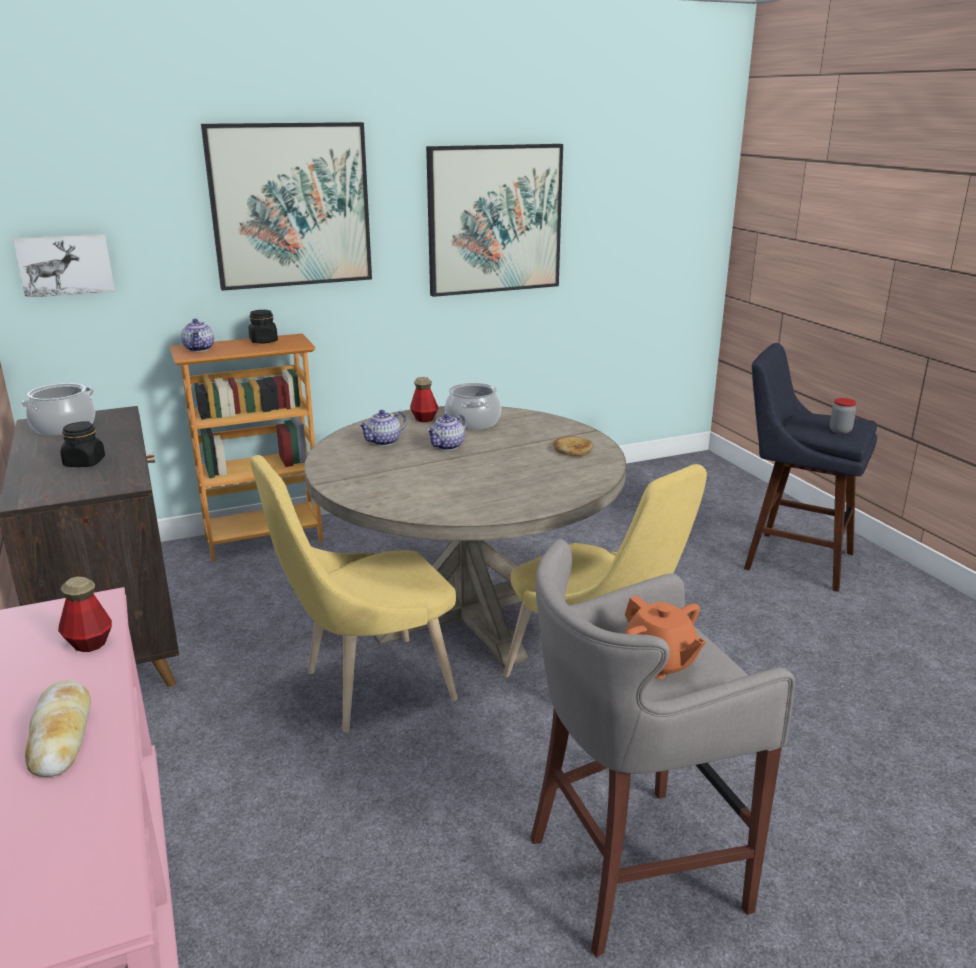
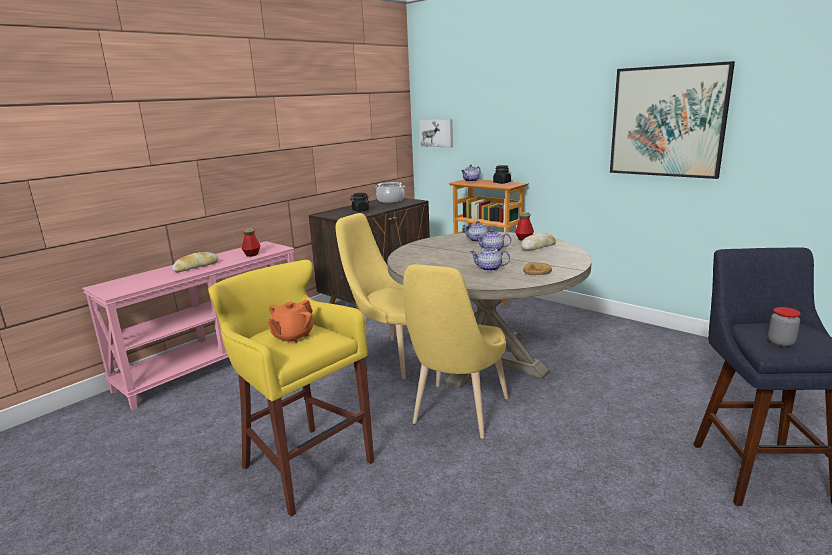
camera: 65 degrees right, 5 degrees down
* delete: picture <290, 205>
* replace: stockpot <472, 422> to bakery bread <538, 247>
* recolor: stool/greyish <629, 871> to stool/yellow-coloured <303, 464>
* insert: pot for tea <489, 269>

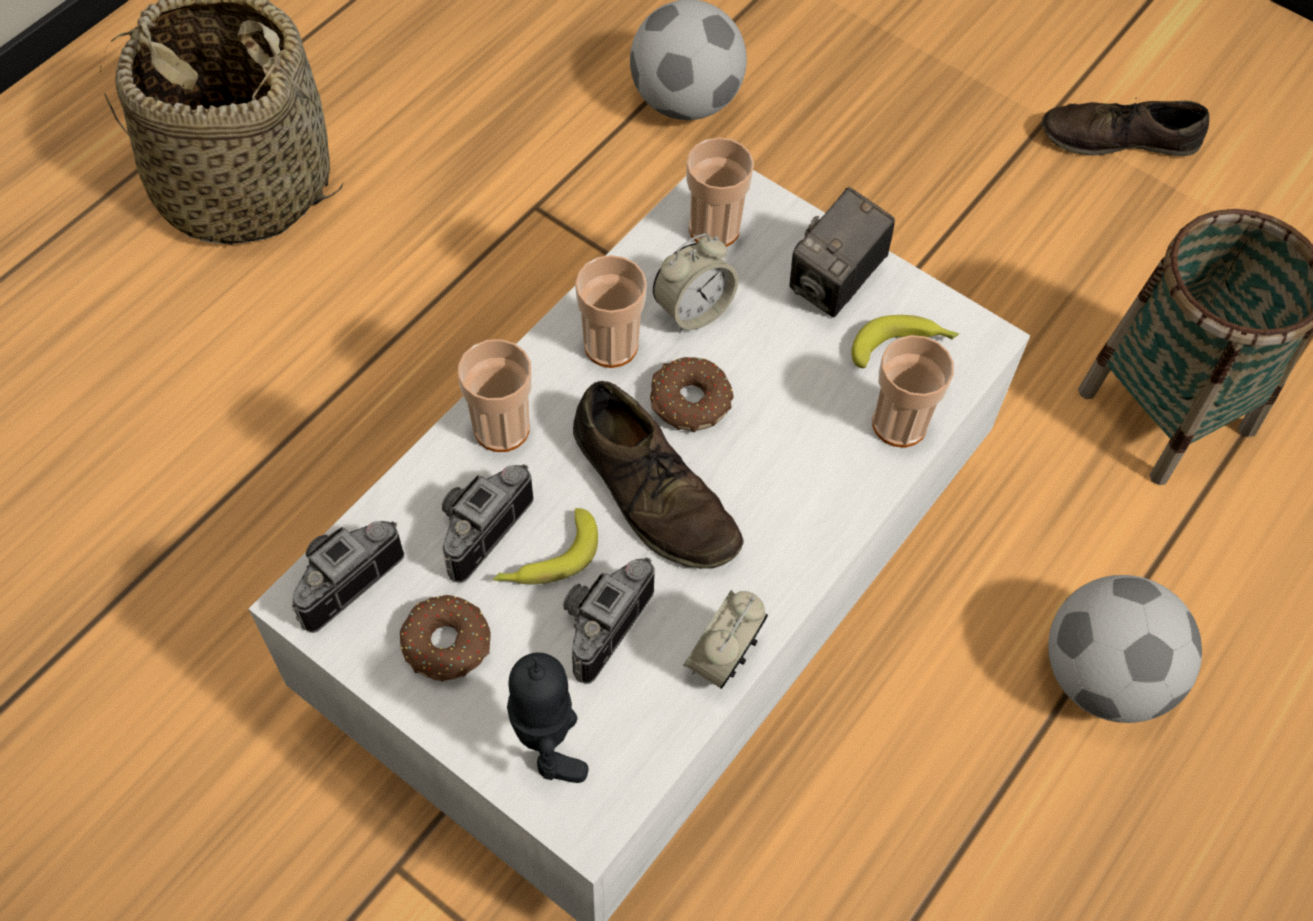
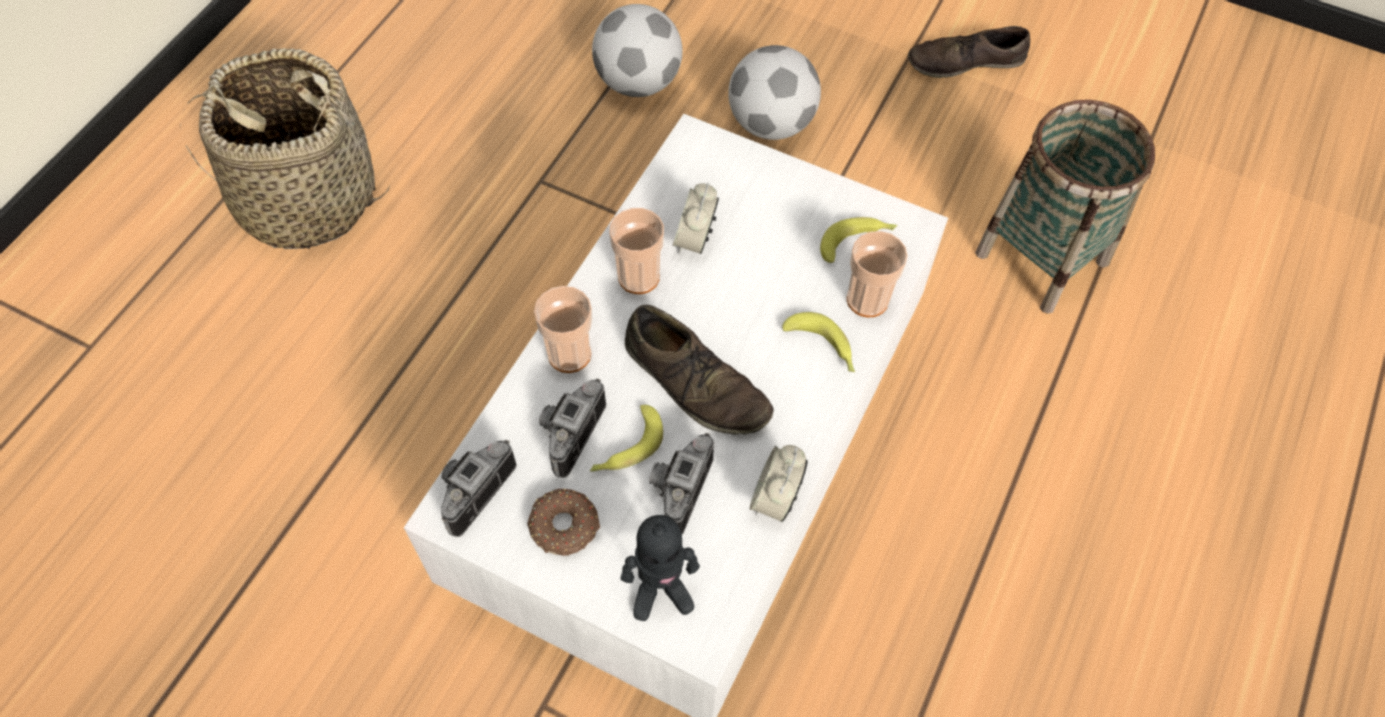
camera: 10 degrees left, 0 degrees up
* delete: drinking cup <714, 228>
* delete: photo camera <835, 283>
* rotate: table clock <693, 310> = <695, 240> 150 degrees clockwise
* delete: donut <688, 402>
* move: football <1103, 676> to <771, 124>
* rotate: model robot <549, 751> = <661, 593> 105 degrees clockwise
* insert: banana fruit <823, 348>

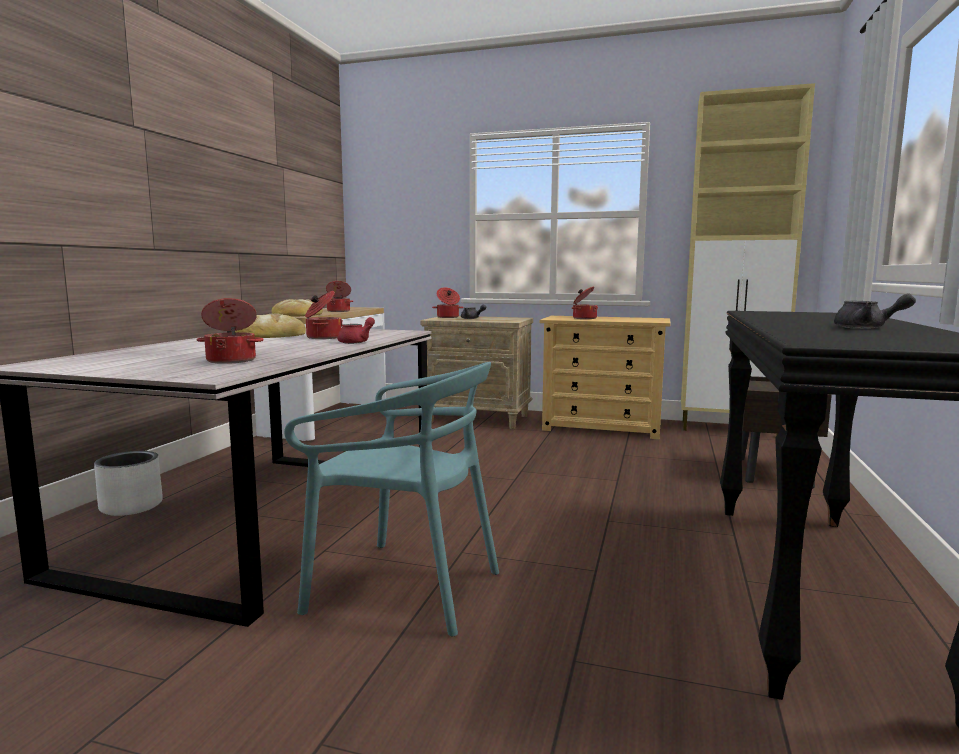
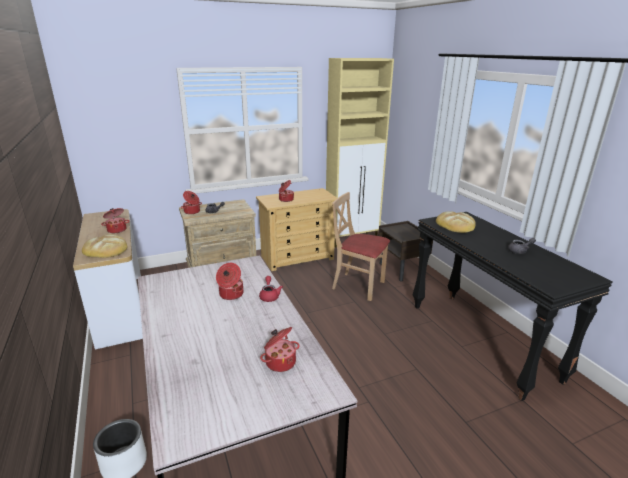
camera: 40 degrees left, 15 degrees up
* move: bakery bread <271, 335> to <455, 225>
* delete: chair/blue-green <405, 588>
* insert: chair/sand-coloured <358, 285>

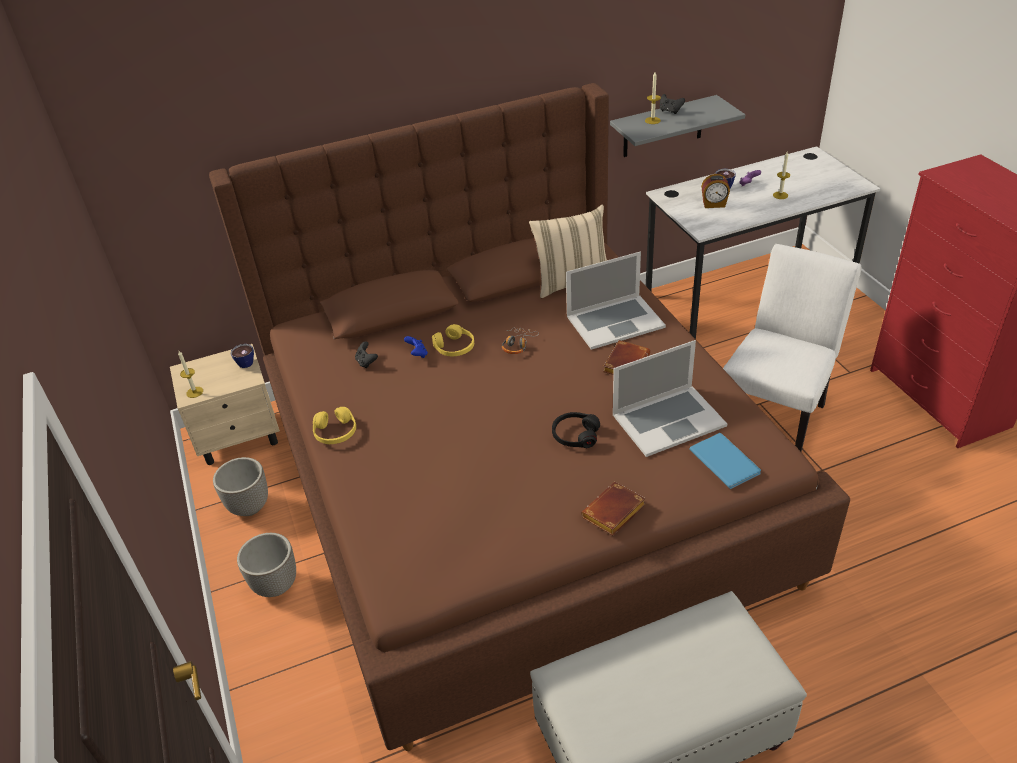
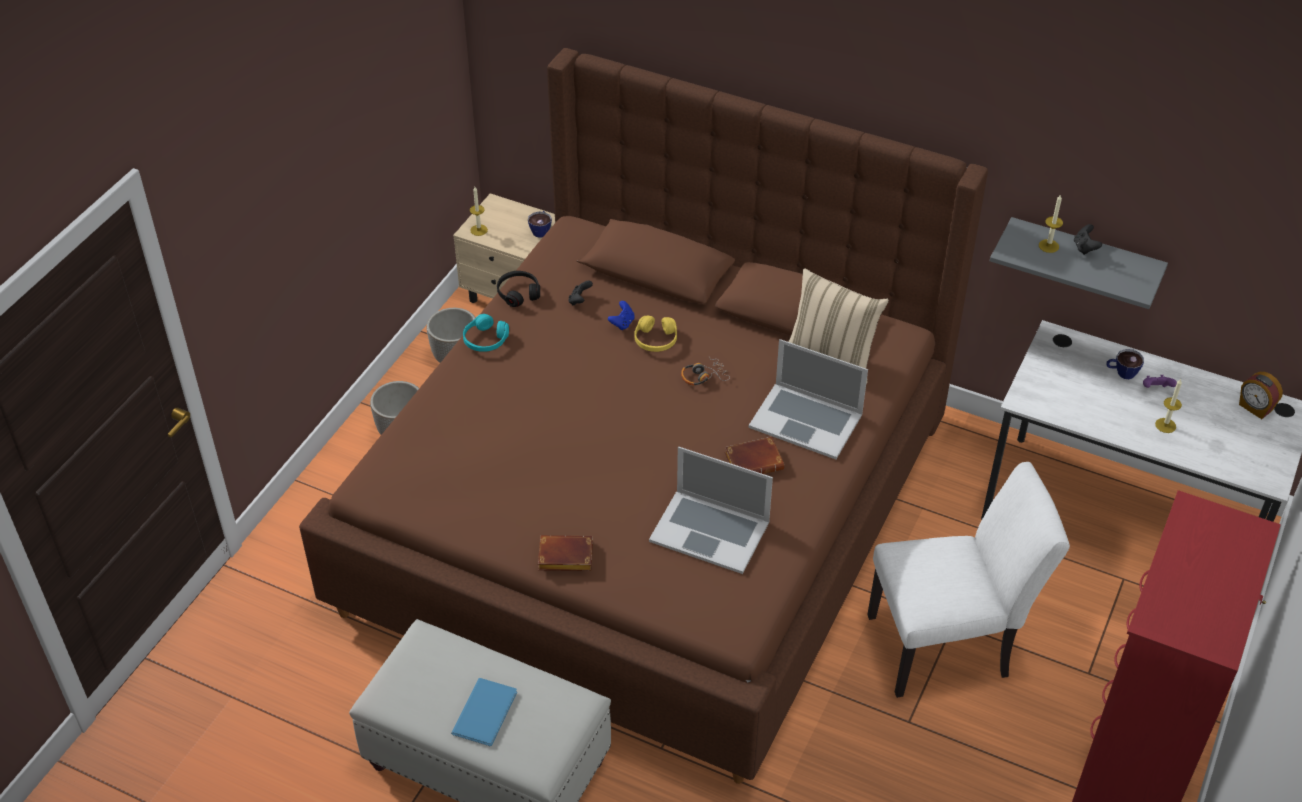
camera: 45 degrees right, 5 degrees up
* move: table clock <714, 204> to <1255, 408>
* recolor: pair of headphones/yellow-coloured <335, 432> to pair of headphones/blue-green <485, 340>
* move: pair of headphones/blackish <575, 435> to <518, 293>
* move: bound book/blue-coloured <725, 460> to <487, 712>

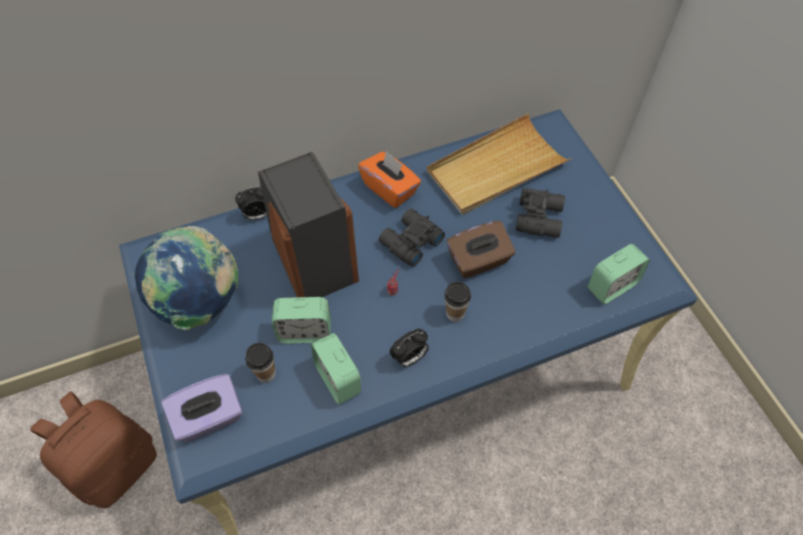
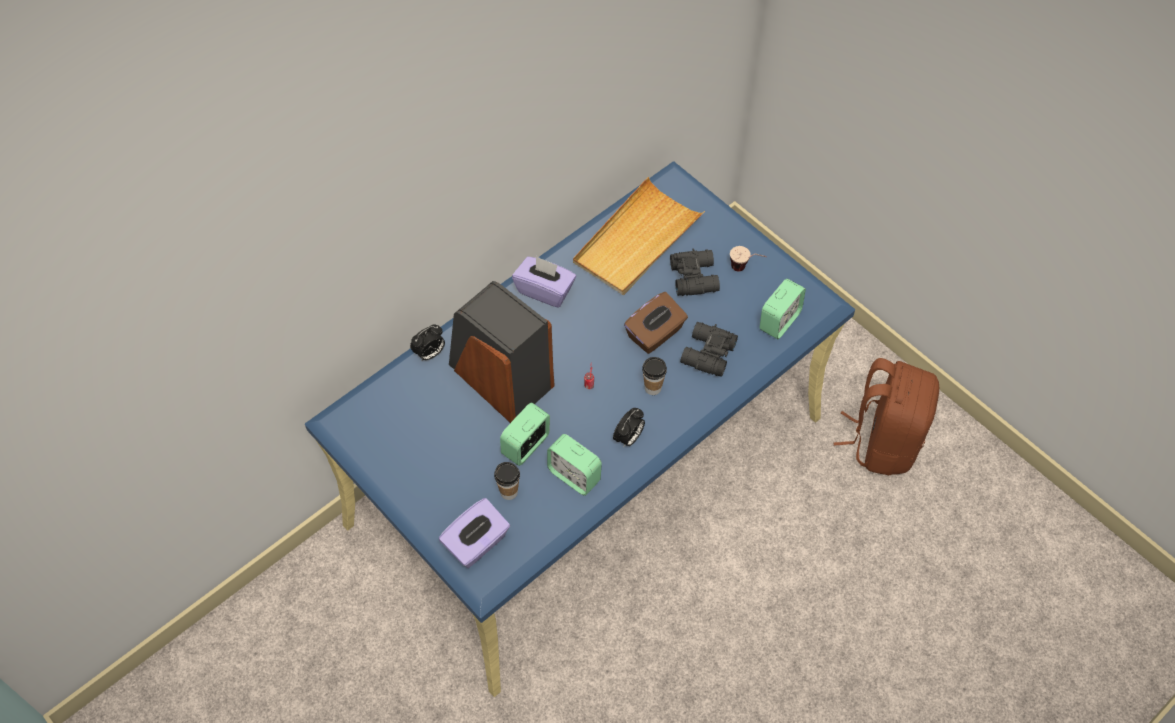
camera: 20 degrees left, 0 degrees up
* recolor: box of tissues/orange <390, 189> to box of tissues/purple-coloured <545, 290>
* move: pair of binoculars/blackish <409, 242> to <706, 354>
* delete: desk globe <200, 303>
* rotate: table clock <305, 332> = <526, 445> 150 degrees clockwise
* move: backpack/brown-coloured <116, 465> to <882, 441>
* insert: drinking cup <745, 269>

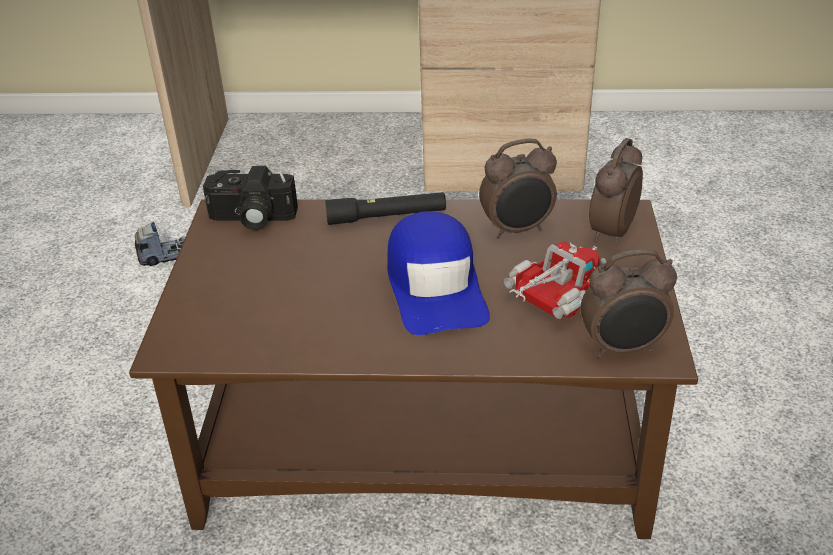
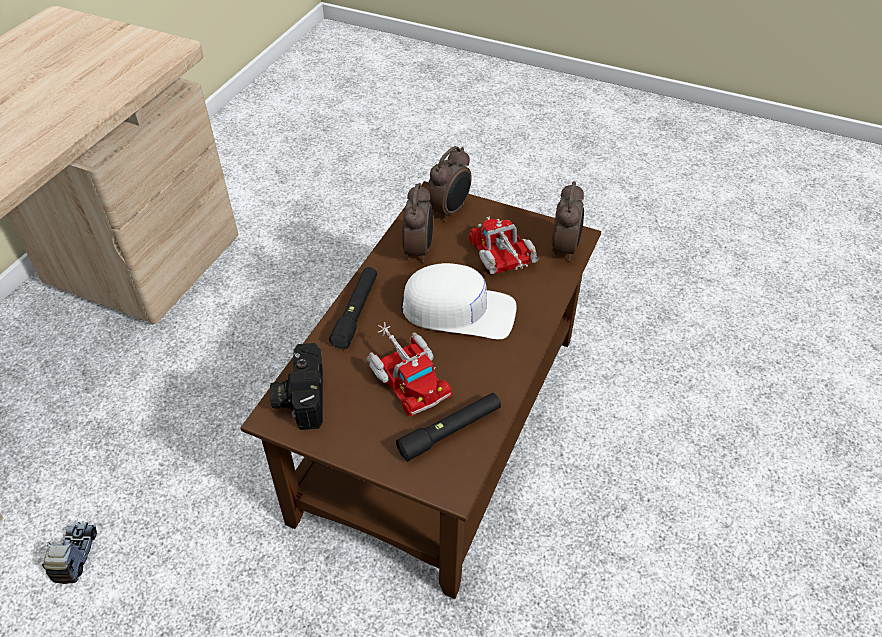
camera: 70 degrees left, 10 degrees up
* rotate: table clock <610, 232> = <449, 211> 105 degrees counterclockwise
* rotate: photo camera <251, 219> = <300, 396> 150 degrees clockwise
* recolor: baseball cap/blue-coloured <435, 286> to baseball cap/white-coloured <458, 311>
* insert: toy lorry <406, 376>
* insert: hand torch/blackish <450, 431>

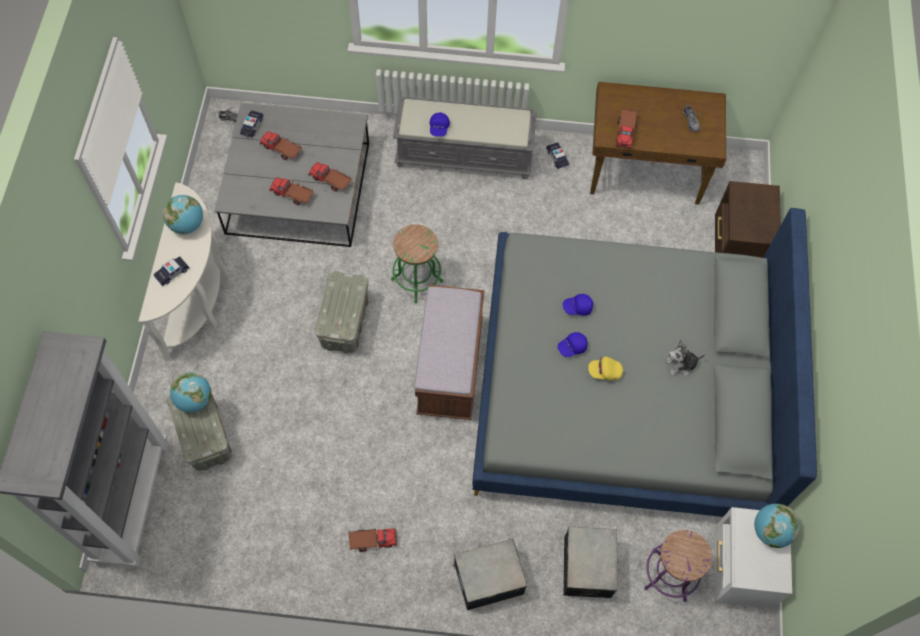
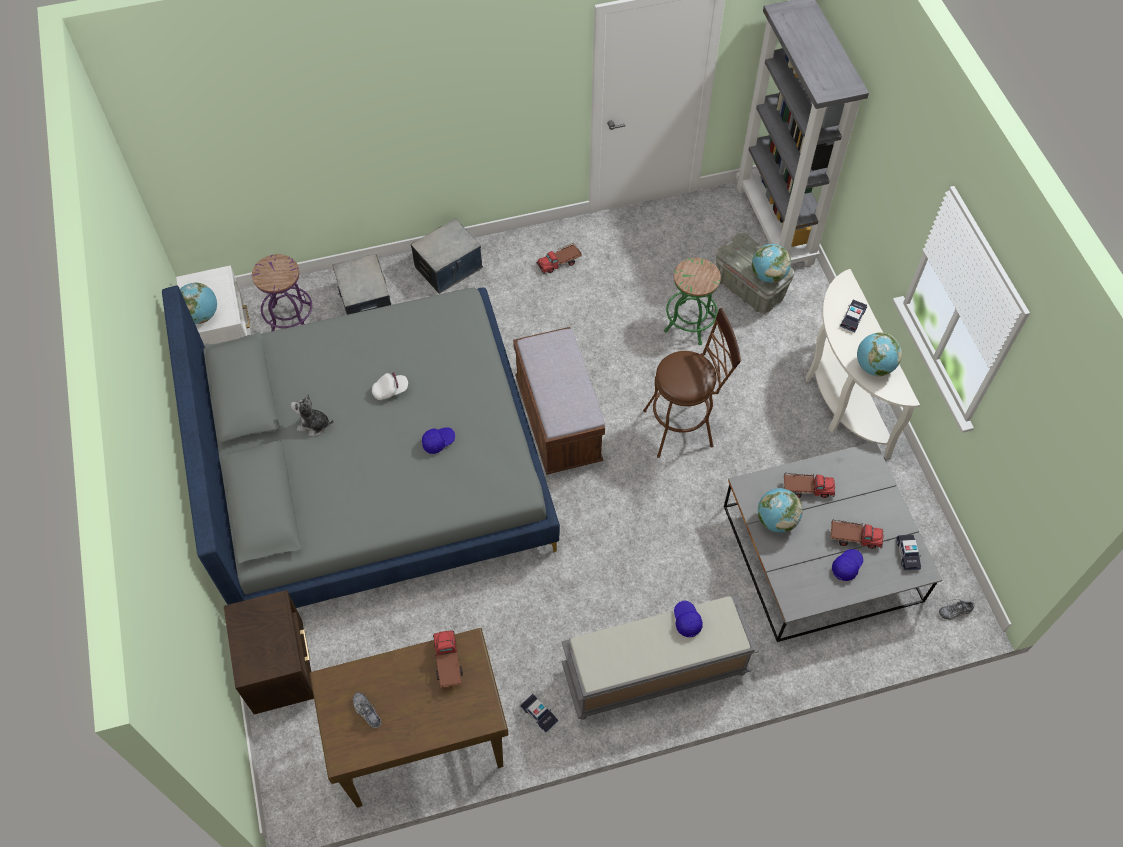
camera: 160 degrees right, 5 degrees down
* replace: toy lorry <331, 181> to desk globe <776, 520>
* move: stool/green-coloured <417, 280> to <689, 324>
* replace: storage container/greyish <344, 323> to stool/brown-coloured <684, 426>
* move: baseball cap/blue-coloured <572, 347> to <846, 566>
* rotate: cuddly toy <681, 365> = <314, 425> 135 degrees counterclockwise
* recolor: baseball cap/yellow-coloured <604, 372> to baseball cap/white-coloured <390, 390>

